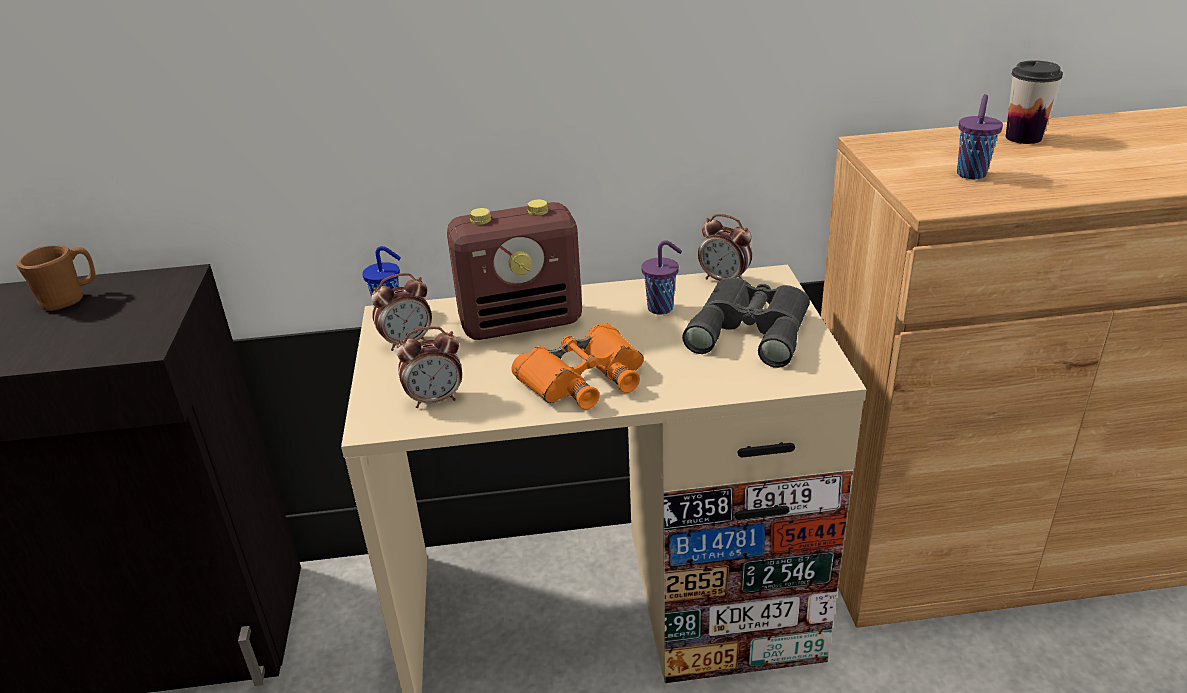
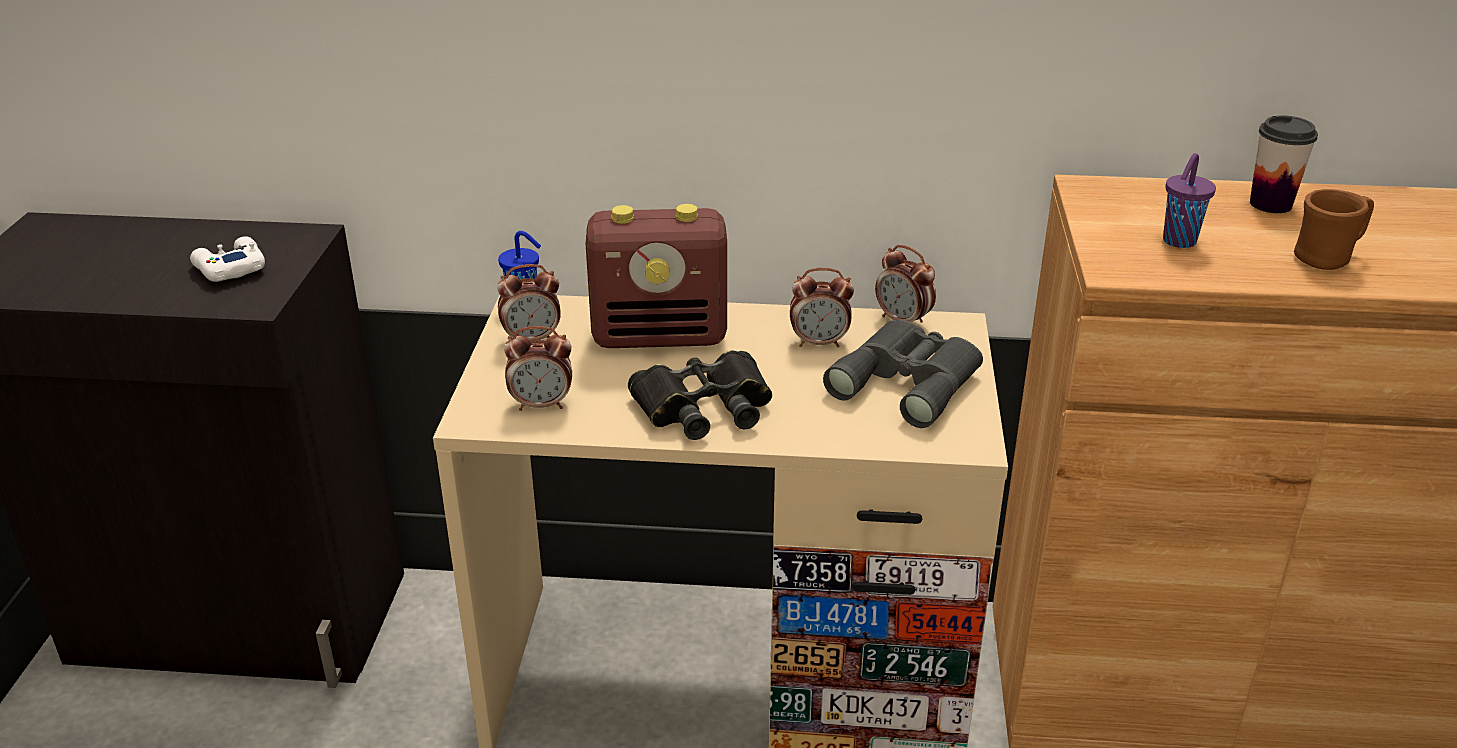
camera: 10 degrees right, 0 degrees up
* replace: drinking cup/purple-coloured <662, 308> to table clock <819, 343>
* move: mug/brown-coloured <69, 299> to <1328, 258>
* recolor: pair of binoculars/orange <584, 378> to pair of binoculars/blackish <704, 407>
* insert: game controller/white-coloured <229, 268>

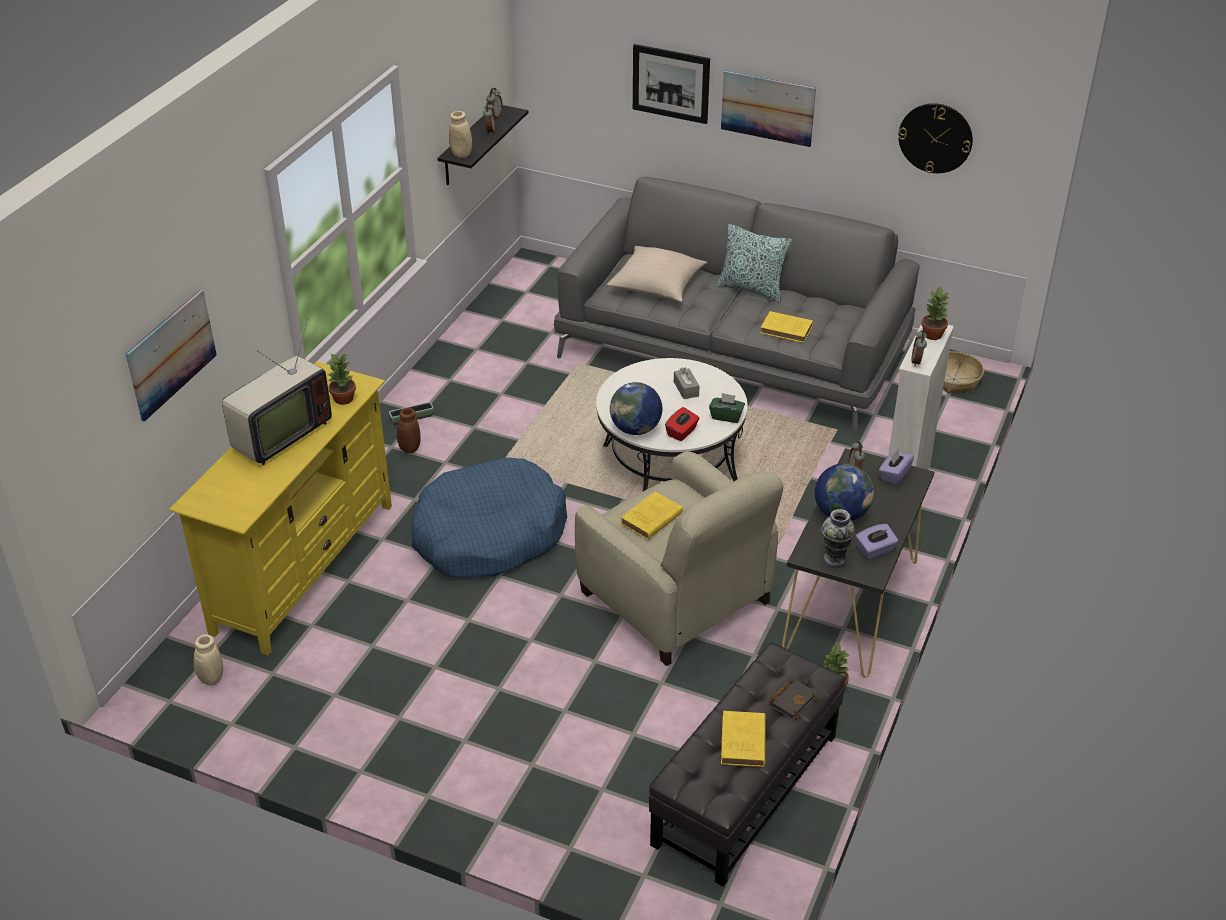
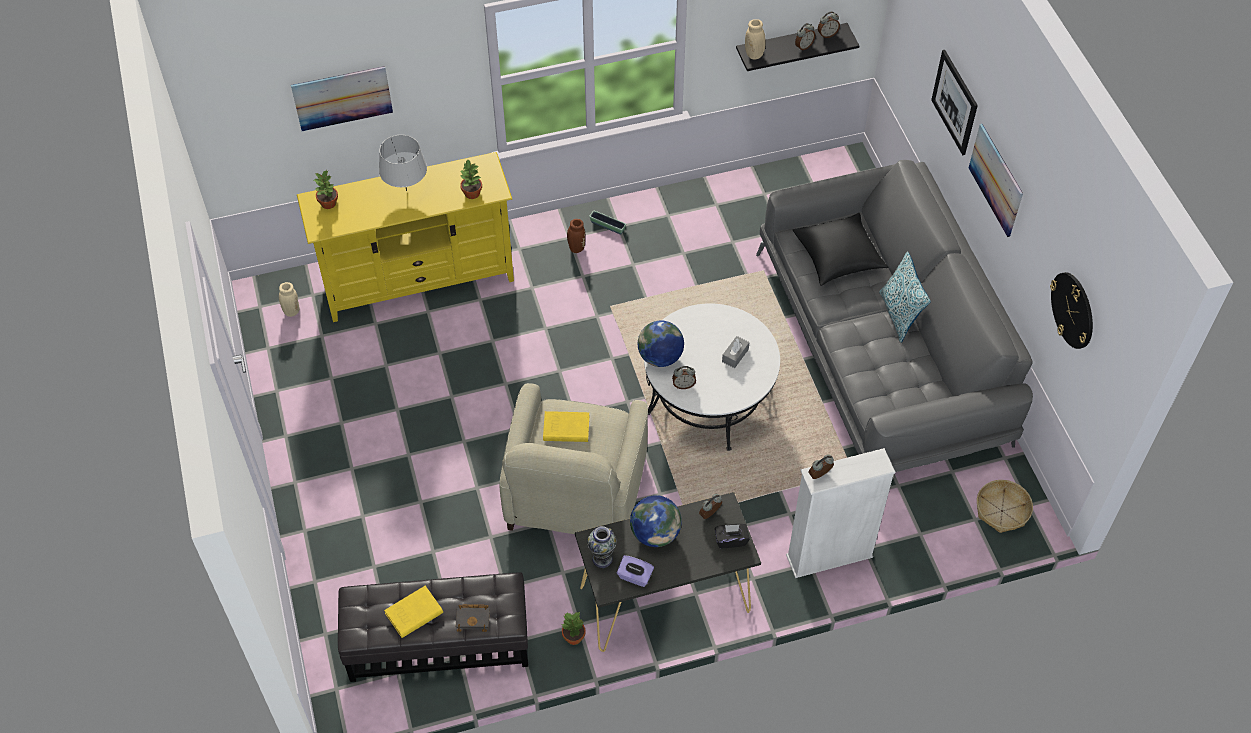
camera: 50 degrees right, 15 degrees up
* recolor: cushion/sand-coloured <657, 286> to cushion/blackish <838, 257>
* move: plant in a pot <933, 334> to <329, 203>
* delete: bound book/yellow-coloured <787, 330>
* replace: television <278, 435> to tabletop lamp/greyish <406, 190>
* delete: box of tissues/green-coloured <726, 416>
* replace: box of tissues/red-coloured <682, 432> to table clock <683, 385>
* recolor: box of tissues/purple-coloured <894, 475> to box of tissues/blackish <731, 540>
* delete: pet bed/blue-coloured <488, 535>

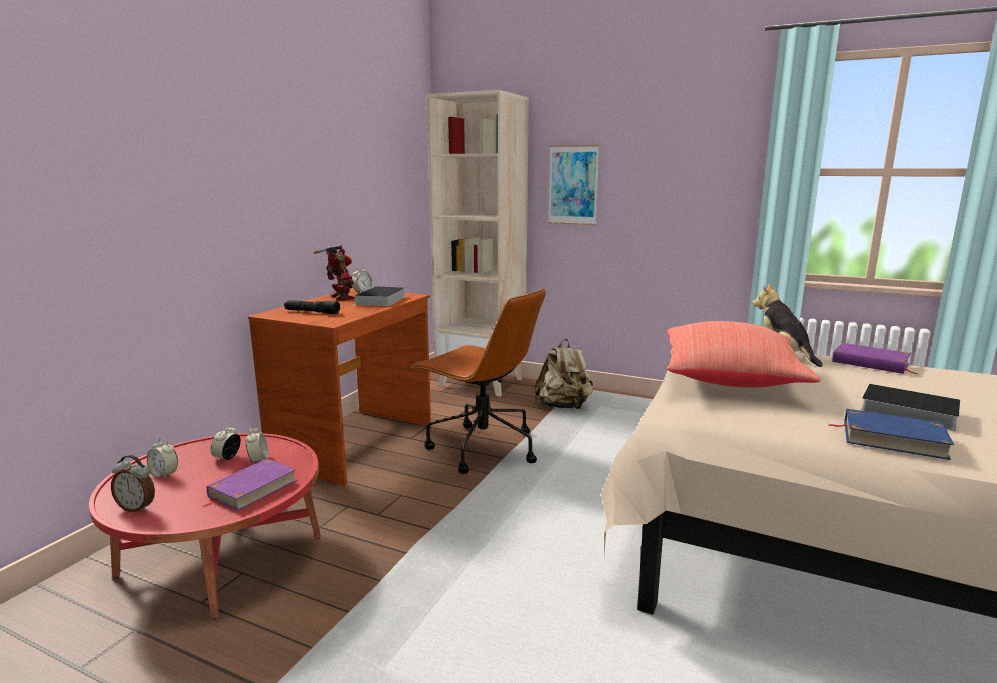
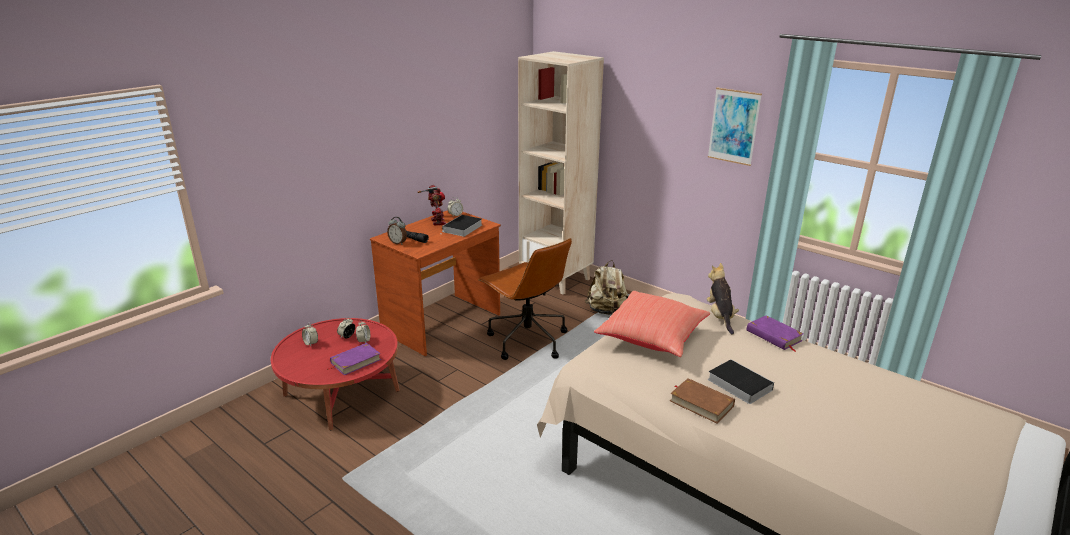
camera: 15 degrees right, 10 degrees up
* move: picture <573, 185> to <734, 126>
* recolor: bound book/blue-coloured <892, 439> to bound book/brown-coloured <701, 403>
* move: table clock <137, 508> to <398, 243>

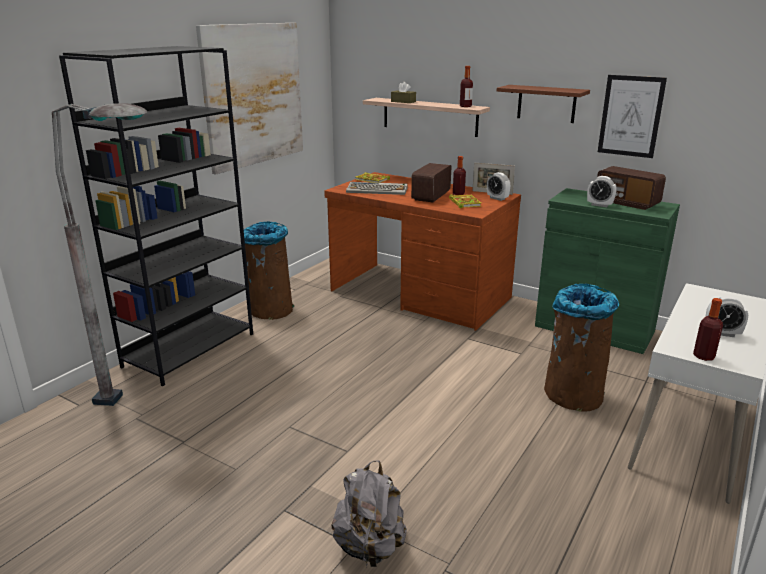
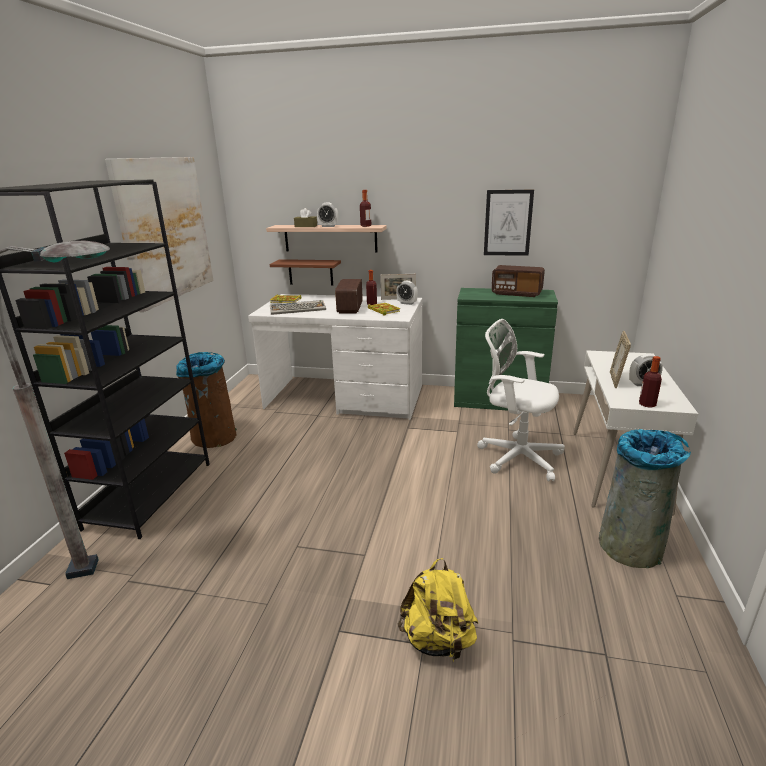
camera: 20 degrees left, 0 degrees up
* move: shelf/brown-coloured <546, 103> to <310, 272>
* recolor: desk table/brown-coloured <419, 294> to desk table/white-coloured <345, 397>
* move: table clock <599, 205> to <328, 226>
* replace: rubbish bin/brown-coloured <572, 394> to desk chair/white-coloured <516, 456>
* recolor: backpack/greyish <370, 547> to backpack/yellow-coloured <438, 640>
* insert: standing frame <616, 380>
* insert: rubbish bin/greyish <631, 545>

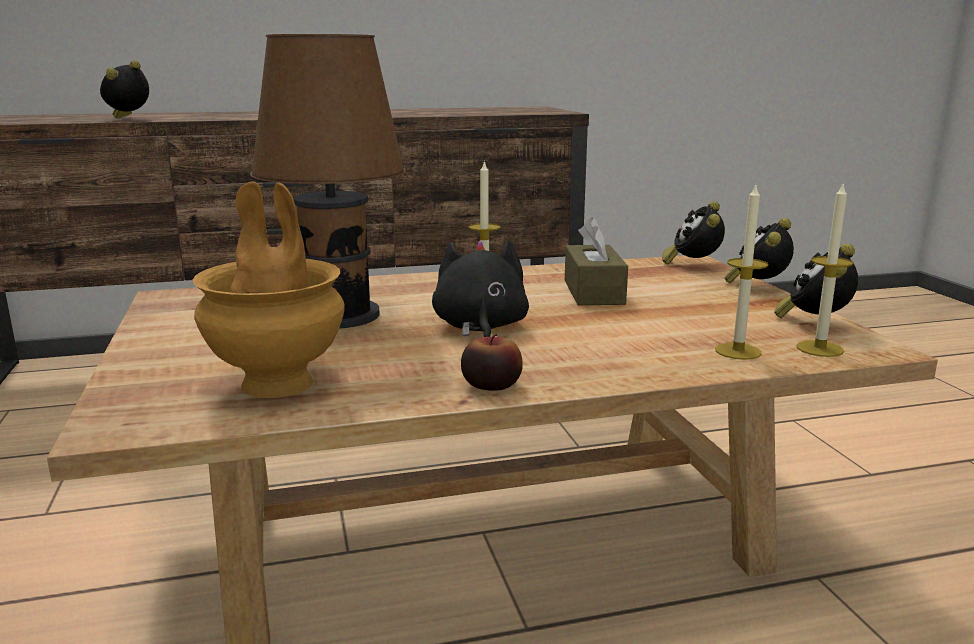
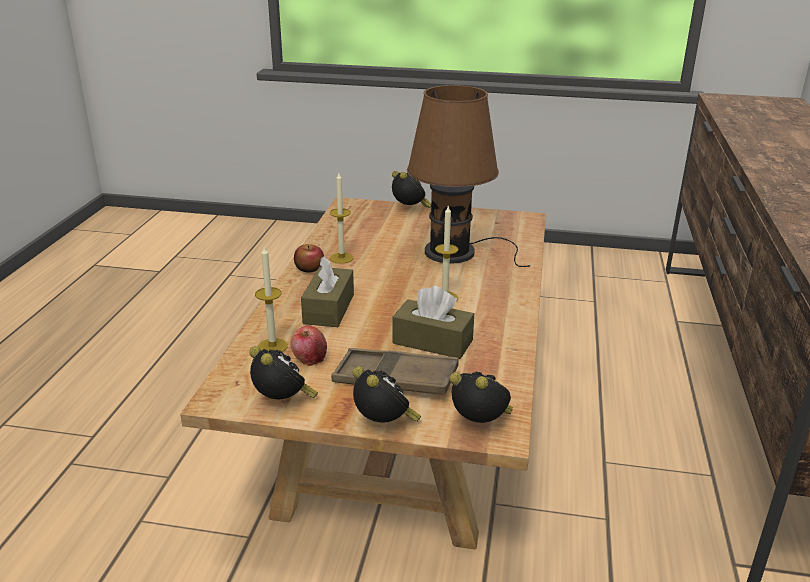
camera: 115 degrees right, 10 degrees up
* move: table clock <130, 119> to <410, 209>
* delete: decorative vase/brown-coloured <279, 383>
* move: wax candle <819, 349> to <341, 258>
* delete: cuddly toy/blackish <480, 328>
* insert: box of tissues/brown-coloured <329, 309>
* insert: apple fruit <309, 358>
* insert: carrying tray/brown-coloured <395, 379>

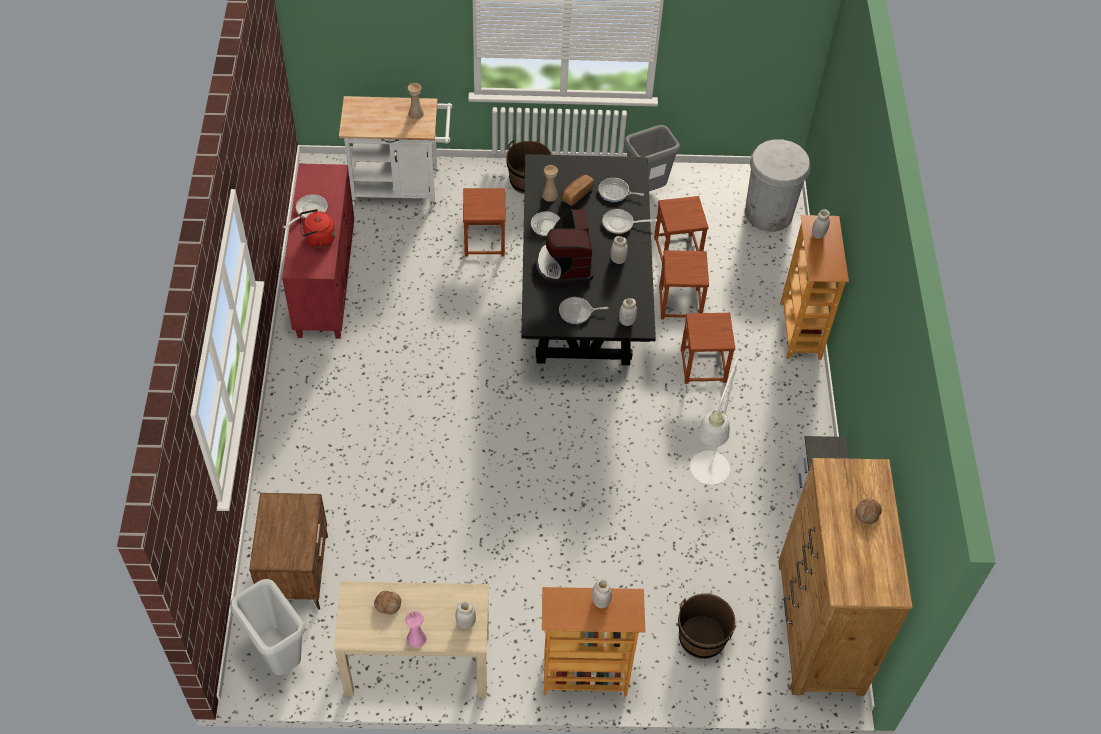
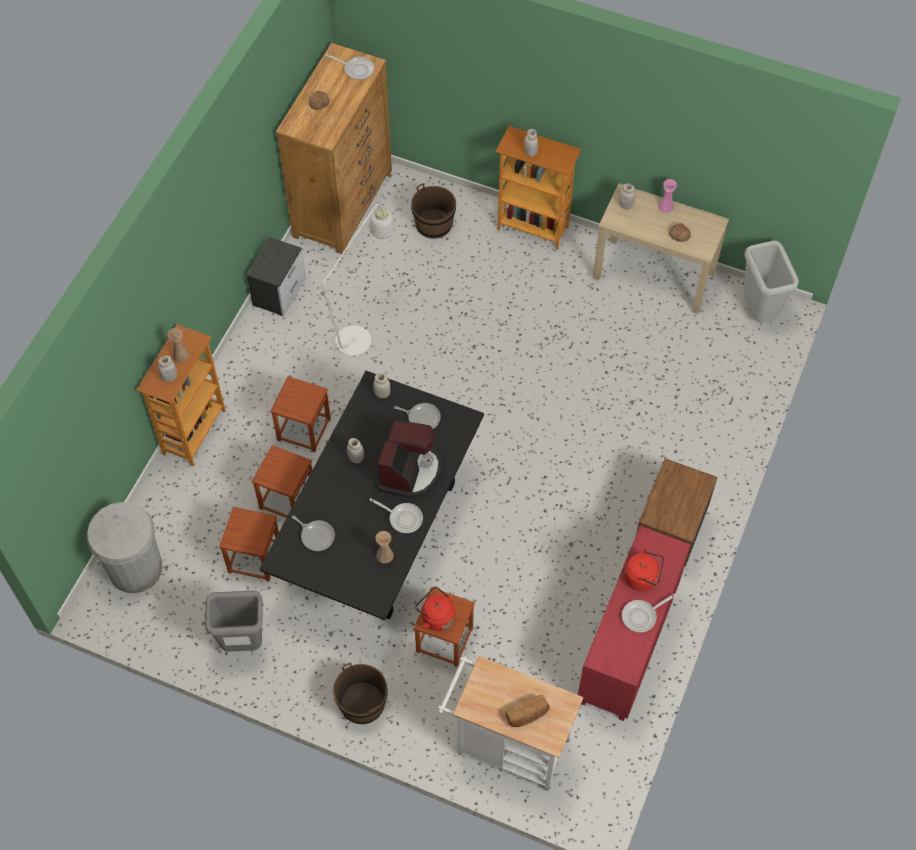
camera: 155 degrees left, 5 degrees up
* move: decorative vase/sand-coloured <416, 114> to <181, 355>
* move: bakery bread <576, 194> to <527, 715>
* move: pan <621, 224> to <356, 69>
* move: night table/brown-coloured <295, 571> to <669, 535>
* insert: kettle/red-coloured <436, 617>

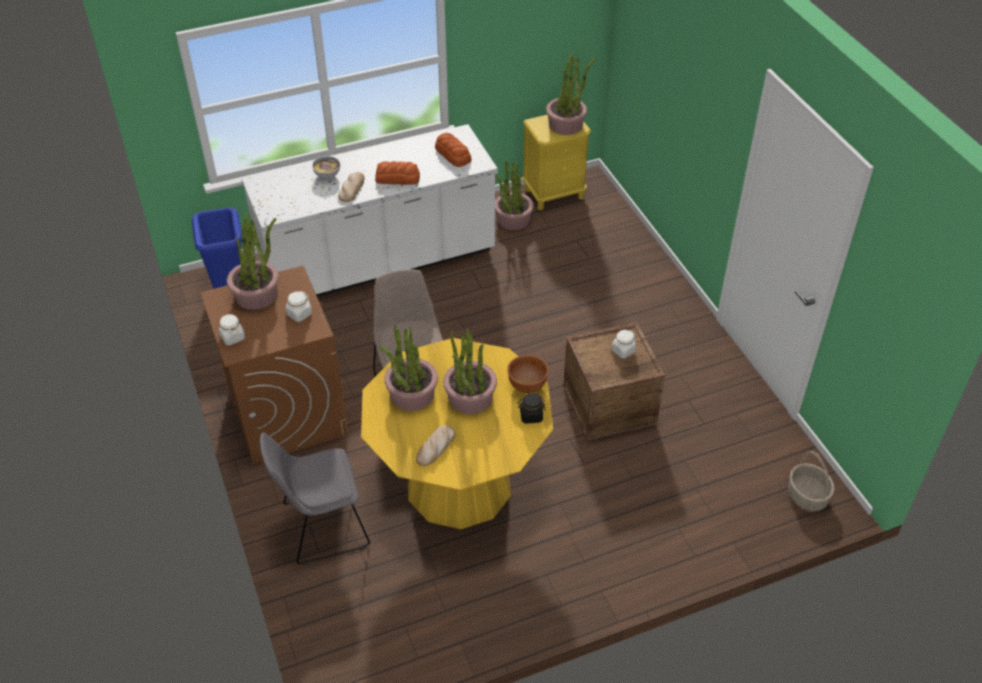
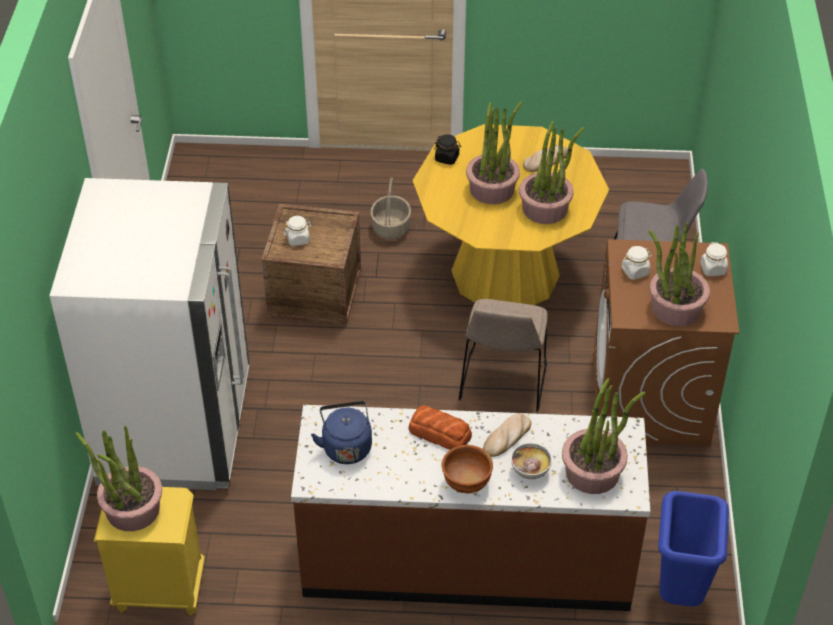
camera: 155 degrees left, 0 degrees up
* recolor: kitchen counter/white-coloured <379, 264> to kitchen counter/brown-coloured <467, 559>
* replace: bakery bread <453, 155> to kettle/blue-coloured <346, 446>
* move: plant in a pot <513, 219> to <593, 472>
* move: deep dish/brown-coloured <528, 386> to <466, 483>
* move: storage basket <807, 496> to <390, 227>
* insert: fridge/white-coloured <176, 428>

